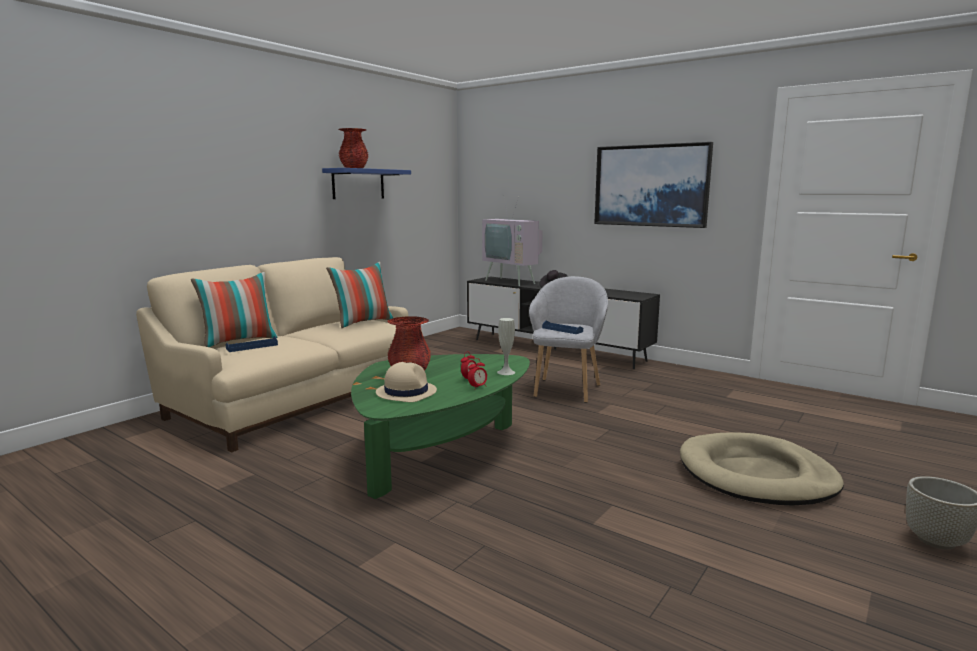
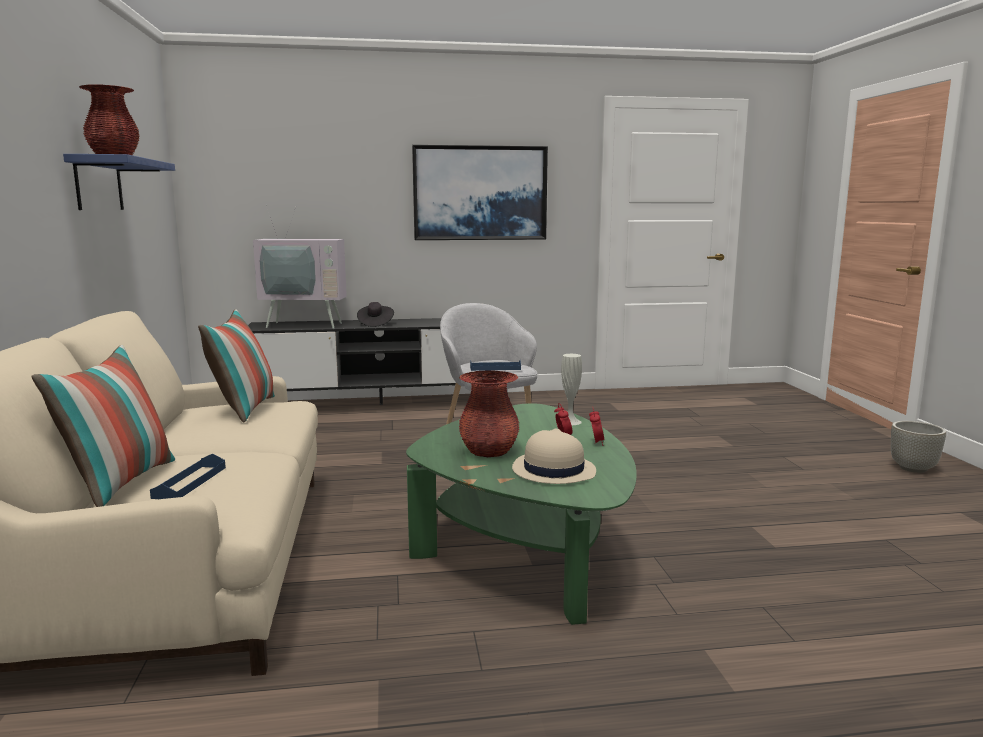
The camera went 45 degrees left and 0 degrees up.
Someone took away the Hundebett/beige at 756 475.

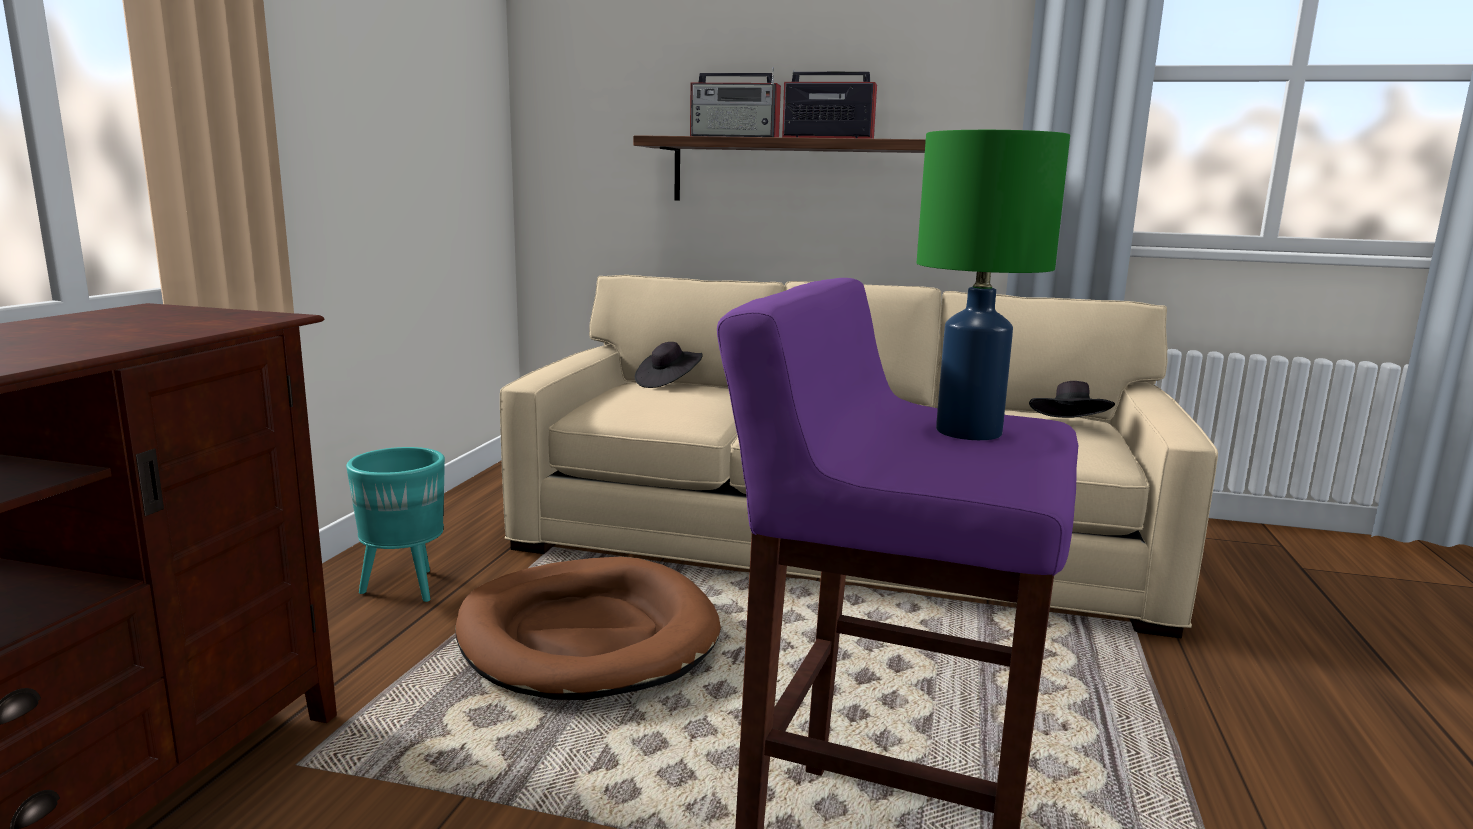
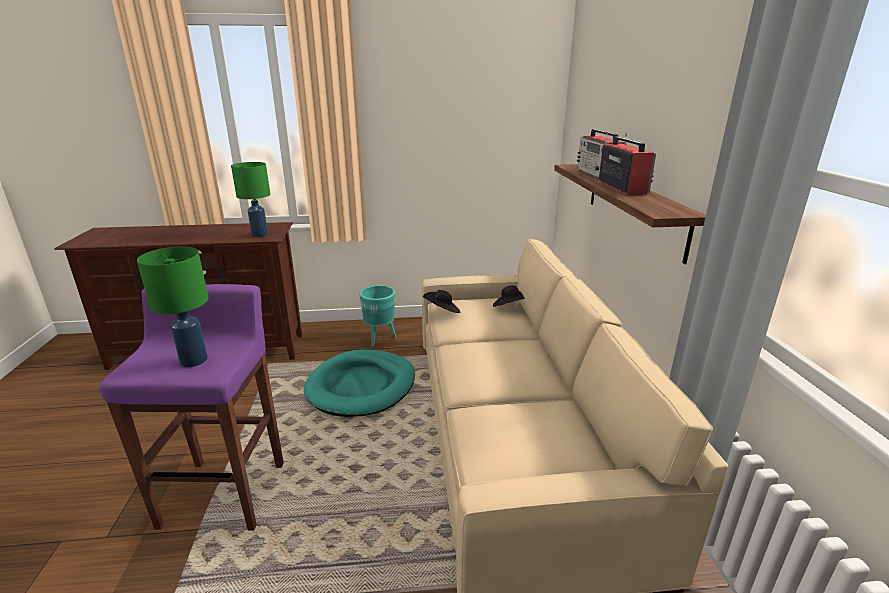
The camera went 70 degrees right and 10 degrees up.
Someone put down the Tischlampe/grün at 260 235.
Someone repainted the Hundebett/braun at 587 636, which became the Hundebett/türkis at 362 386.
Someone carried the Hut/schwarz from 1069 426 to 442 311.

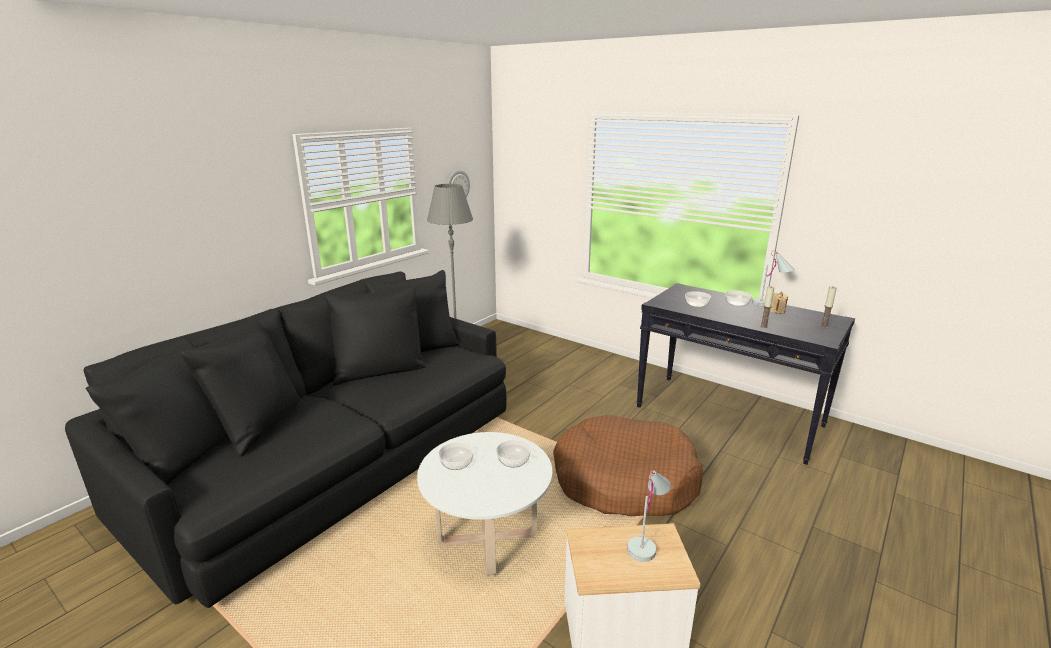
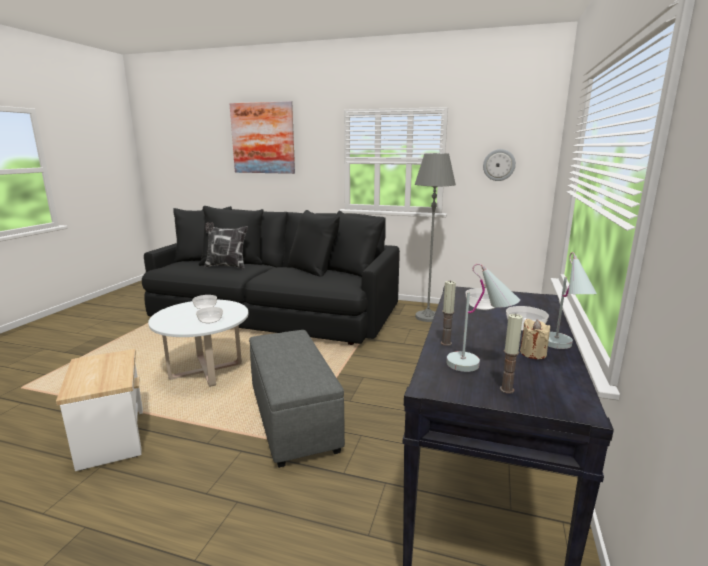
The camera went 70 degrees right and 5 degrees down.
Someone put down the Kissen at 226 266.
Someone put up the Bild at 263 138.
Someone swapped the Hundebett/braun at 624 480 for the Polsterhocker/grau at 294 418.
Someone carried the Tischlampe/weiß from 647 542 to 478 365.

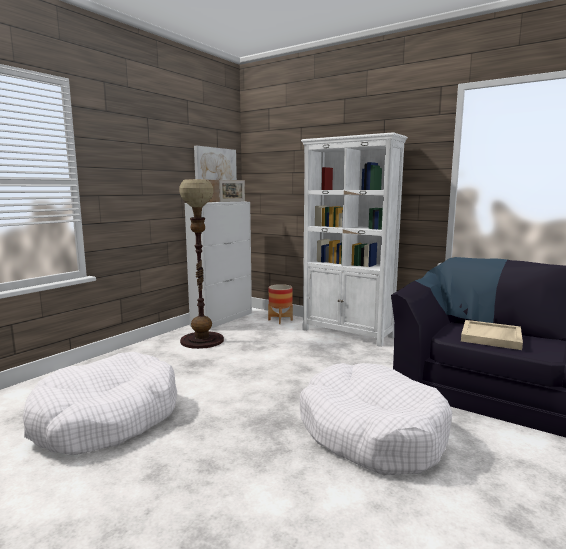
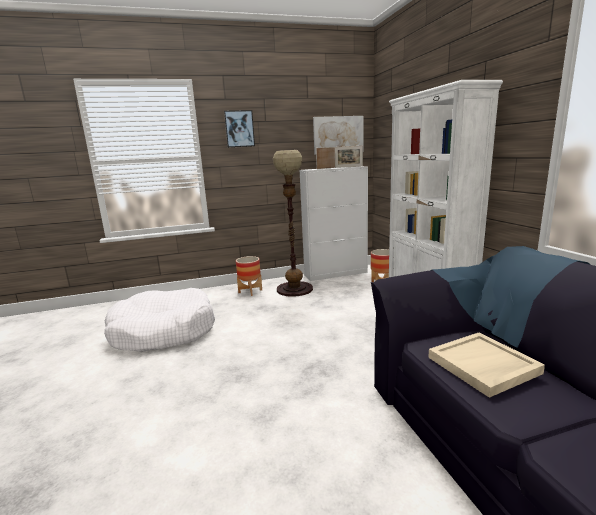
The camera went 40 degrees right and 5 degrees up.
Someone put up the Bild at 239 129.
Someone put down the Pflanzkübel at 250 291.
Someone took away the Hundebett/weiß at 371 432.

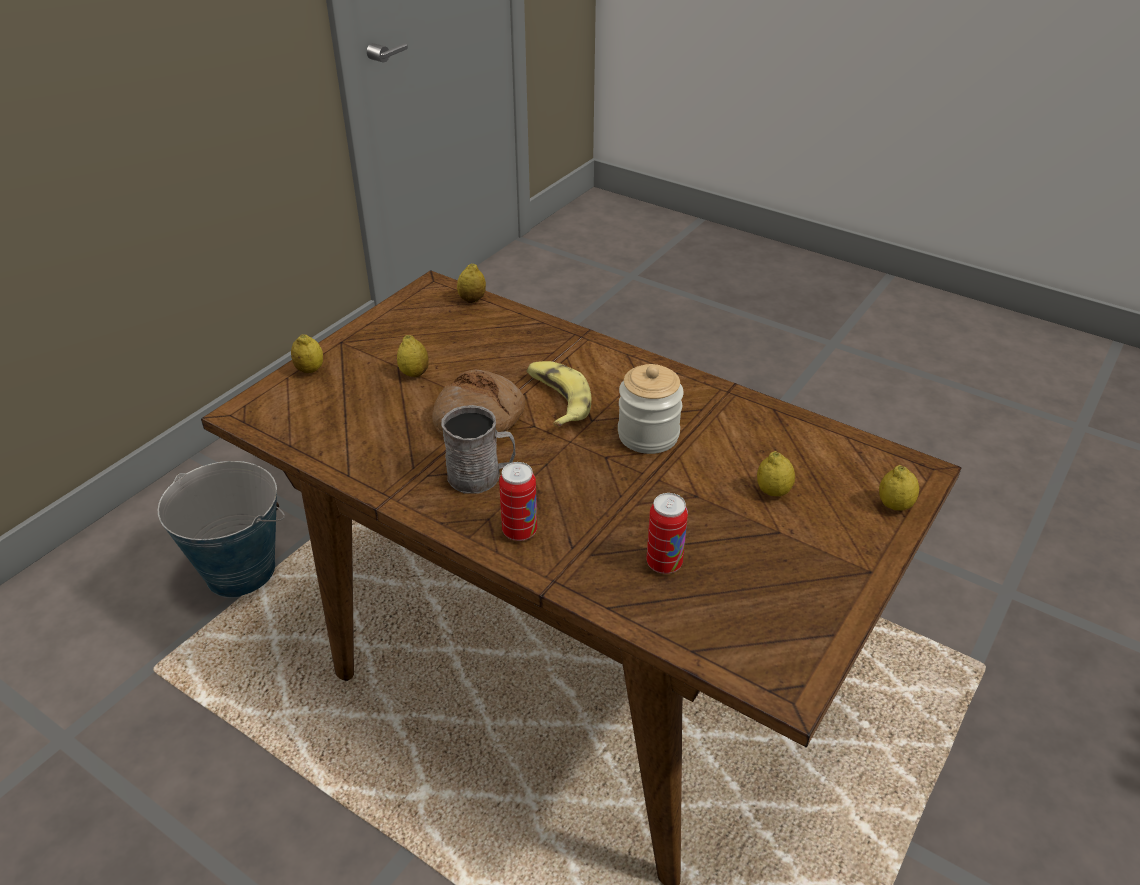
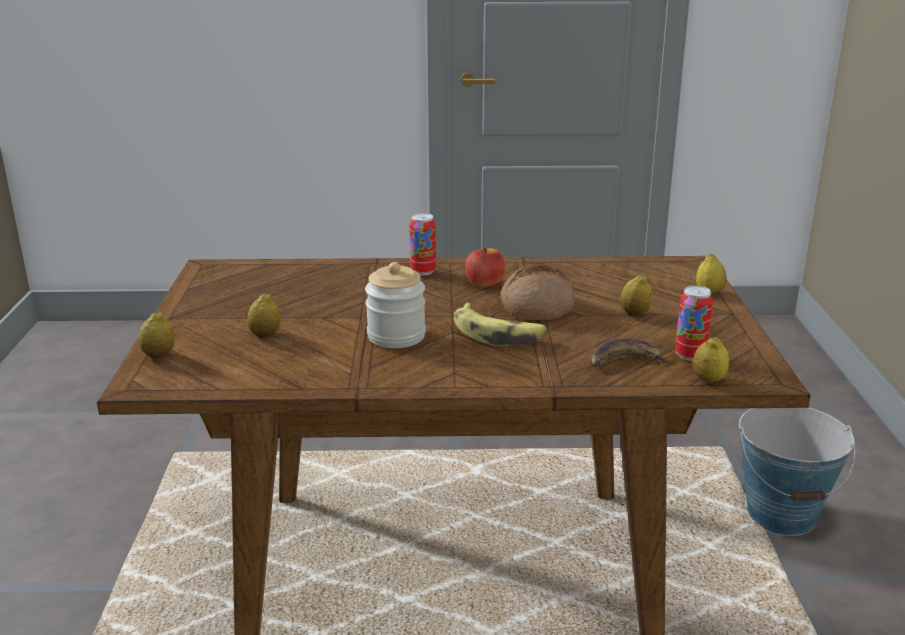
The camera went 145 degrees right and 15 degrees down.
Someone swapped the Henkelbecher/grau at 481 476 for the Apfel at 484 283.
Someone put down the Banane at 625 361.
Someone carried the Dose from 664 563 to 690 355.

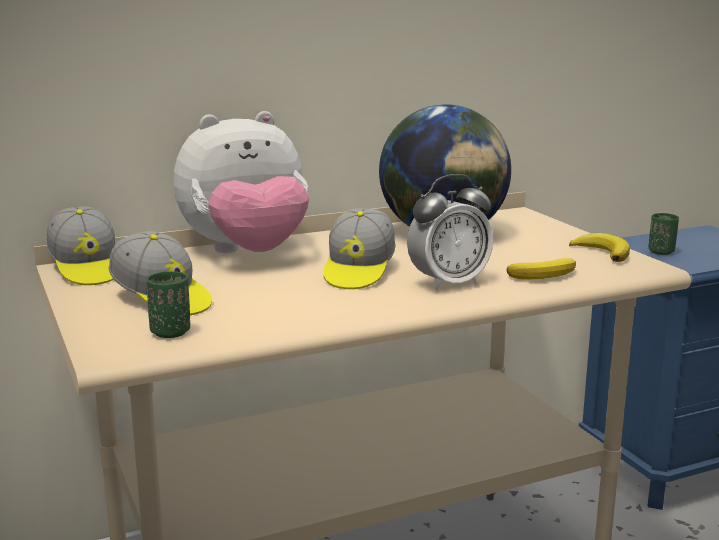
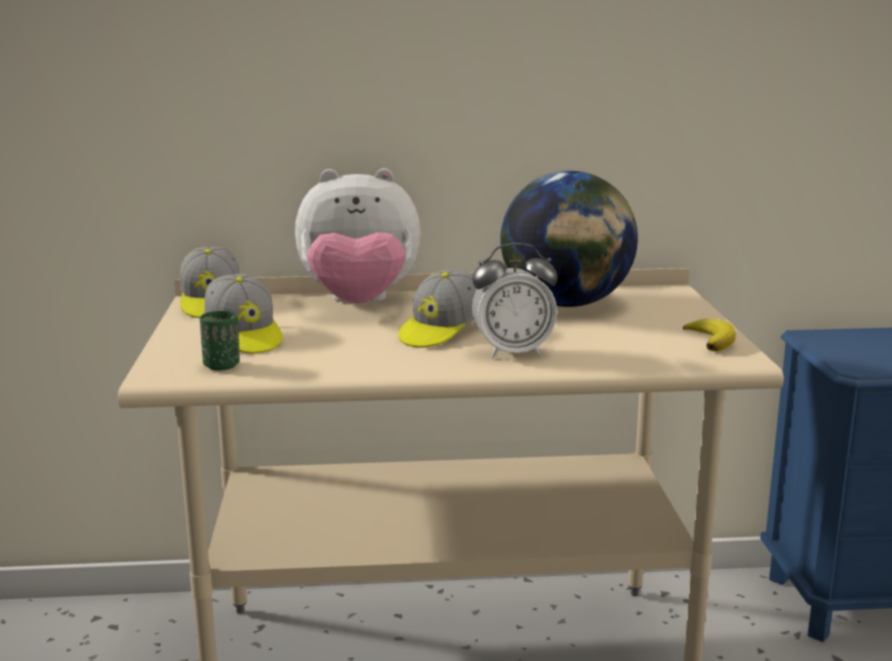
The camera went 20 degrees right and 0 degrees up.
Someone took away the Banane at 545 274.
Someone took away the Tasse/grün at 661 252.

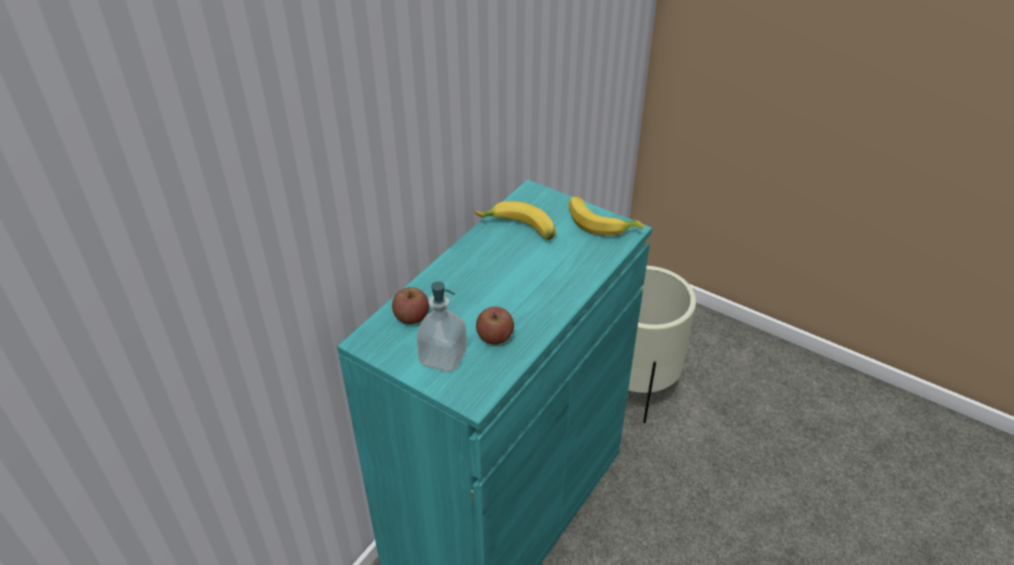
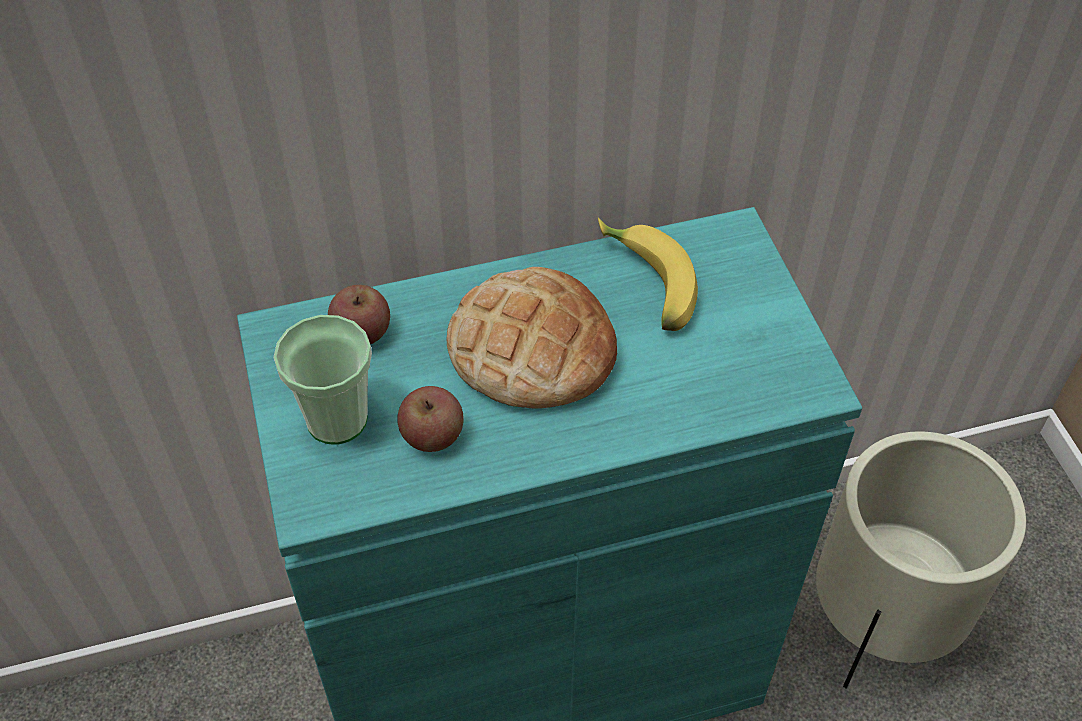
The camera went 40 degrees right and 10 degrees up.
Someone swapped the Seifenspender at 443 357 for the Tasse at 337 419.
Someone put down the Brot at 532 348.
Someone took away the Banane at 601 223.

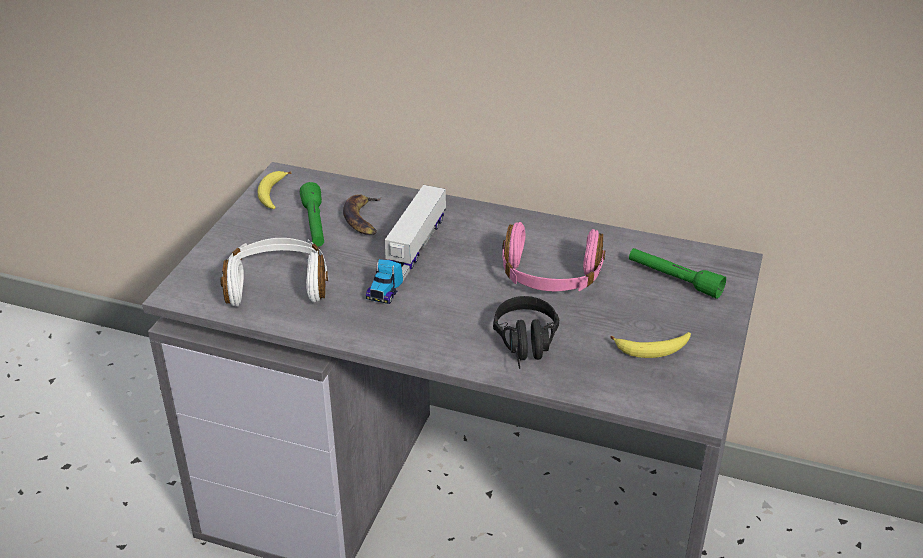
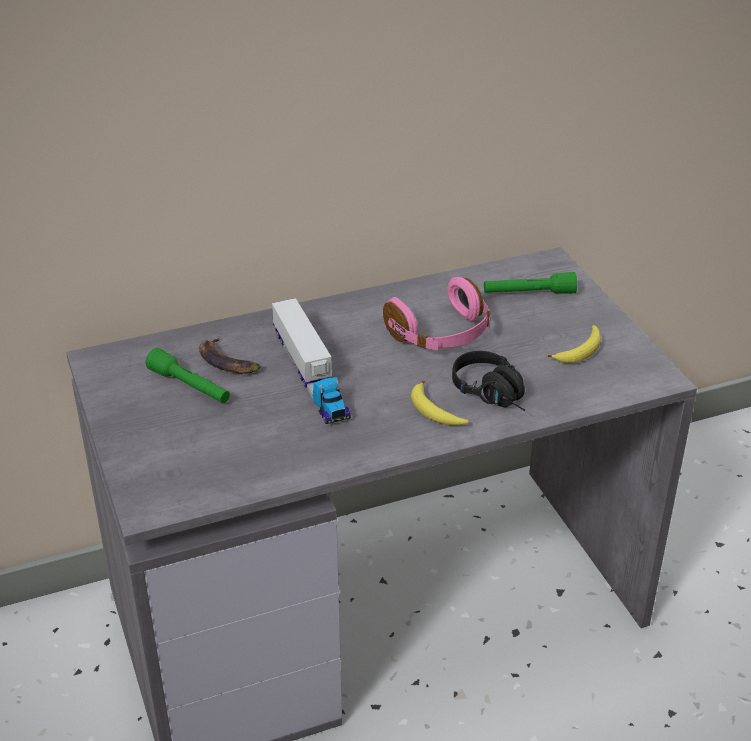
The camera went 40 degrees left and 0 degrees up.
Someone carried the Banane from 272 195 to 435 412.
Someone took away the Kopfhörer/weiß at 277 285.

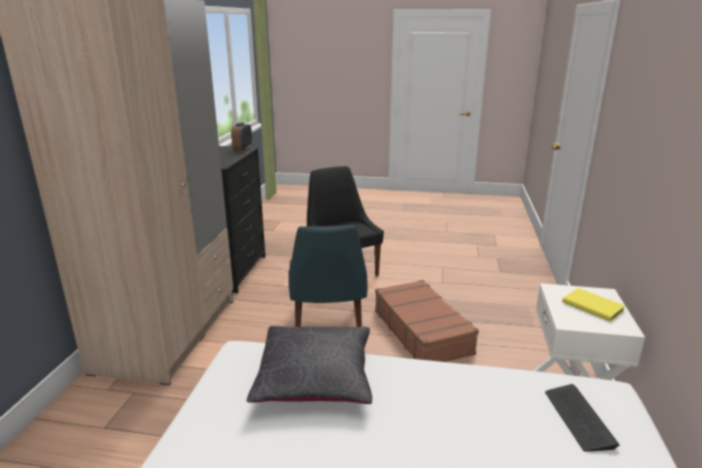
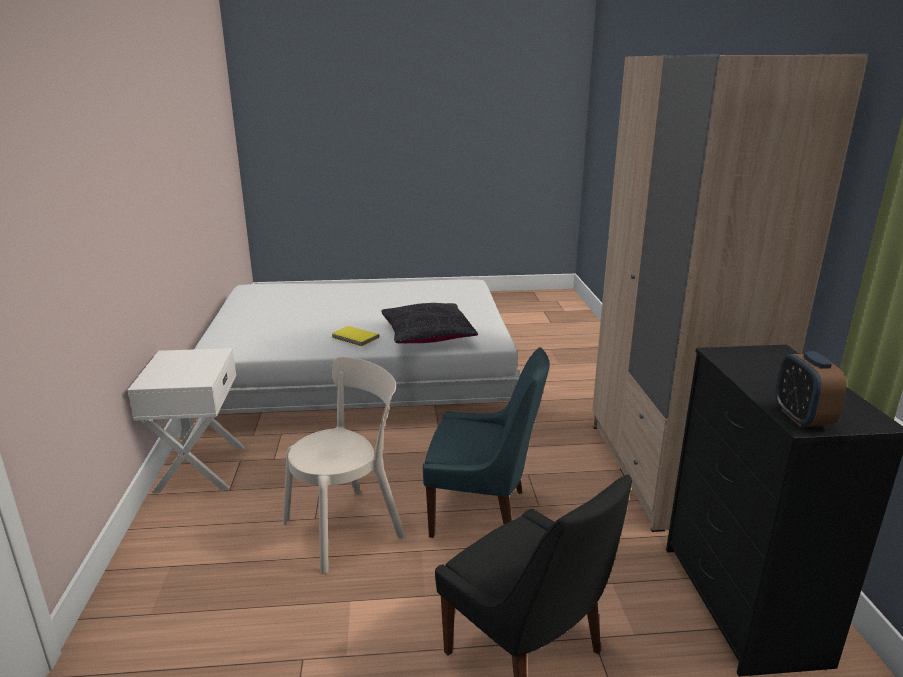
The camera went 165 degrees right and 0 degrees up.
Someone swapped the Koffer/braun at 422 331 for the Stuhl/beige at 348 527.
Someone carried the Buch/gelb from 592 305 to 355 338.
Someone rotated the Stuhl/blau at 328 326 by 120 degrees clockwise.
Someone took away the Tastatur at 578 418.

